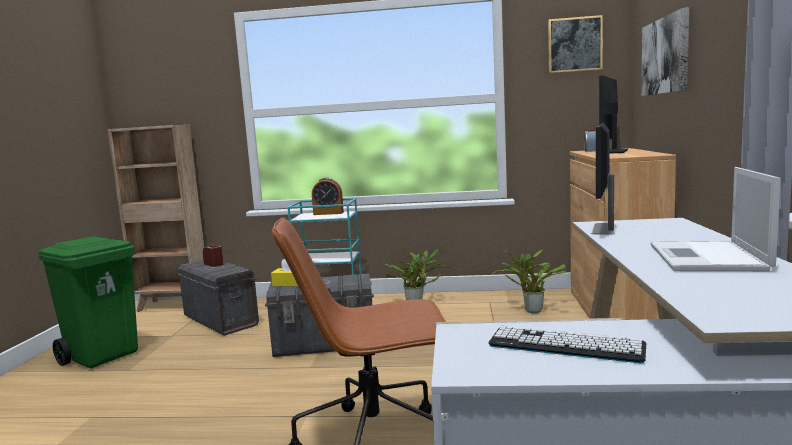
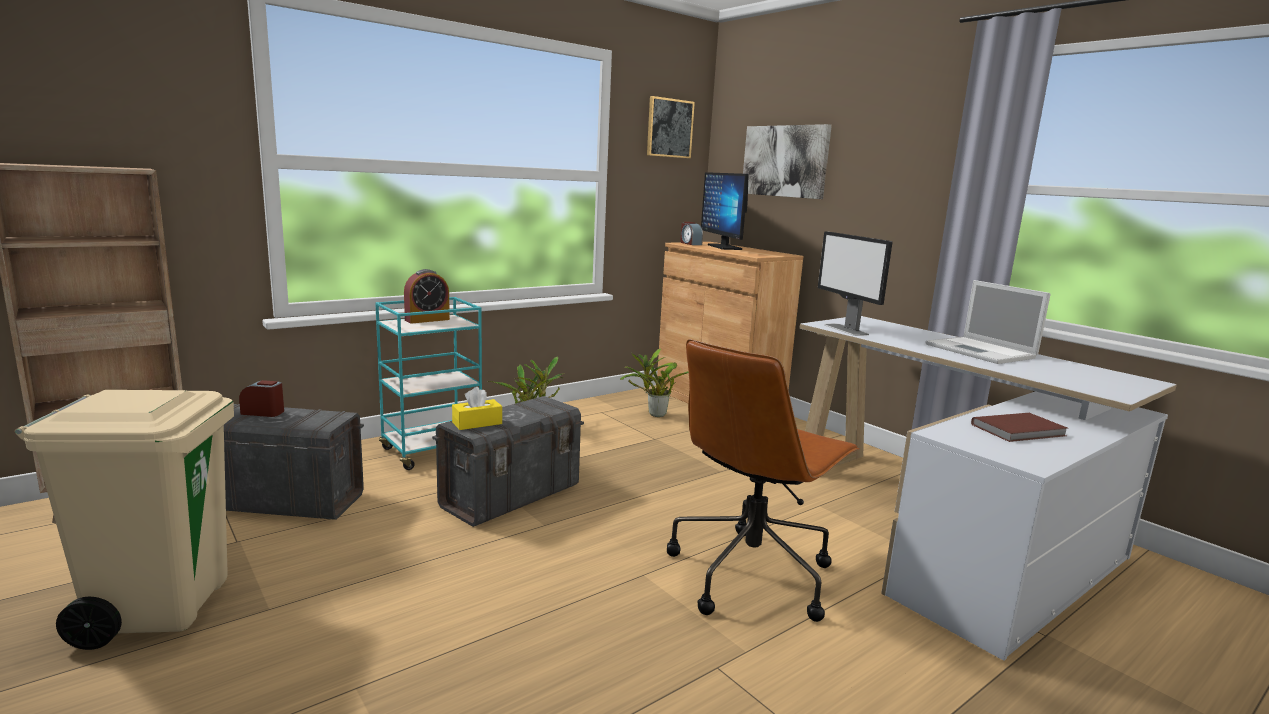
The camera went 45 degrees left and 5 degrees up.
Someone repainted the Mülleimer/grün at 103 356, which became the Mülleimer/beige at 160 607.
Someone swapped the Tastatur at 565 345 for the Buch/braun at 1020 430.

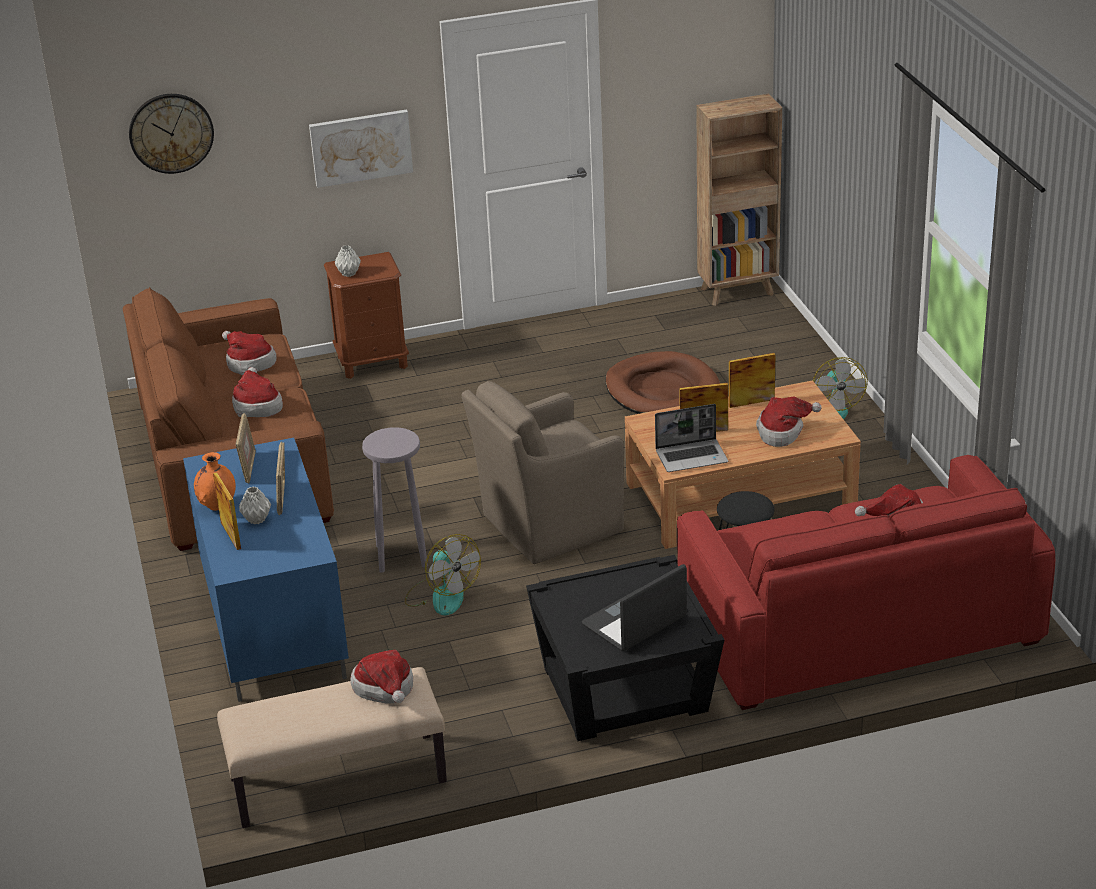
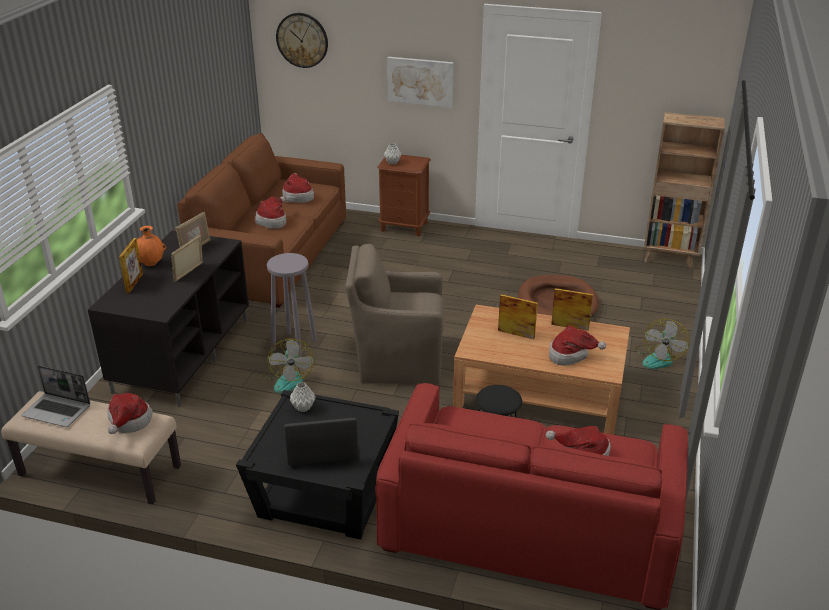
The camera went 30 degrees right and 0 degrees up.
Someone carried the Laptop from 692 457 to 58 411.
Someone repainted the Fernsehschrank/blau at 271 623, which became the Fernsehschrank/schwarz at 182 354.
Someone carried the Vase/grau from 256 520 to 303 408.

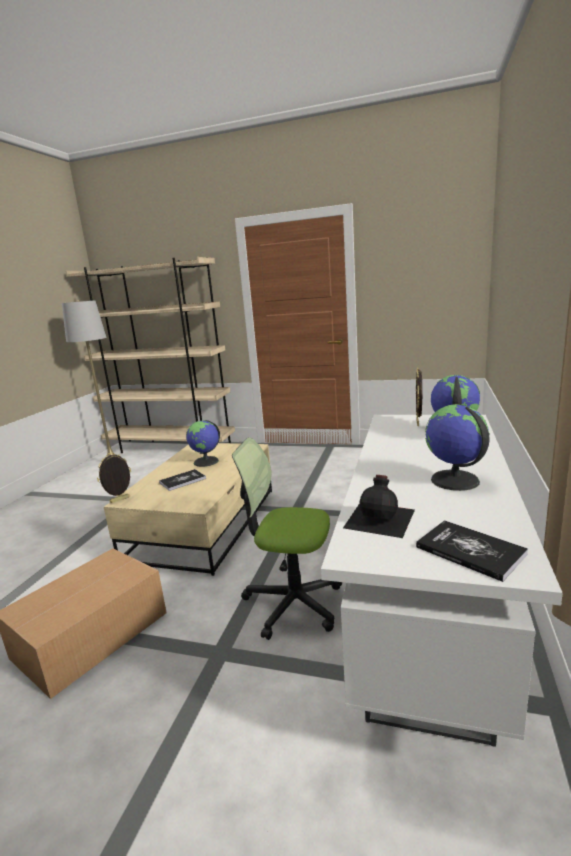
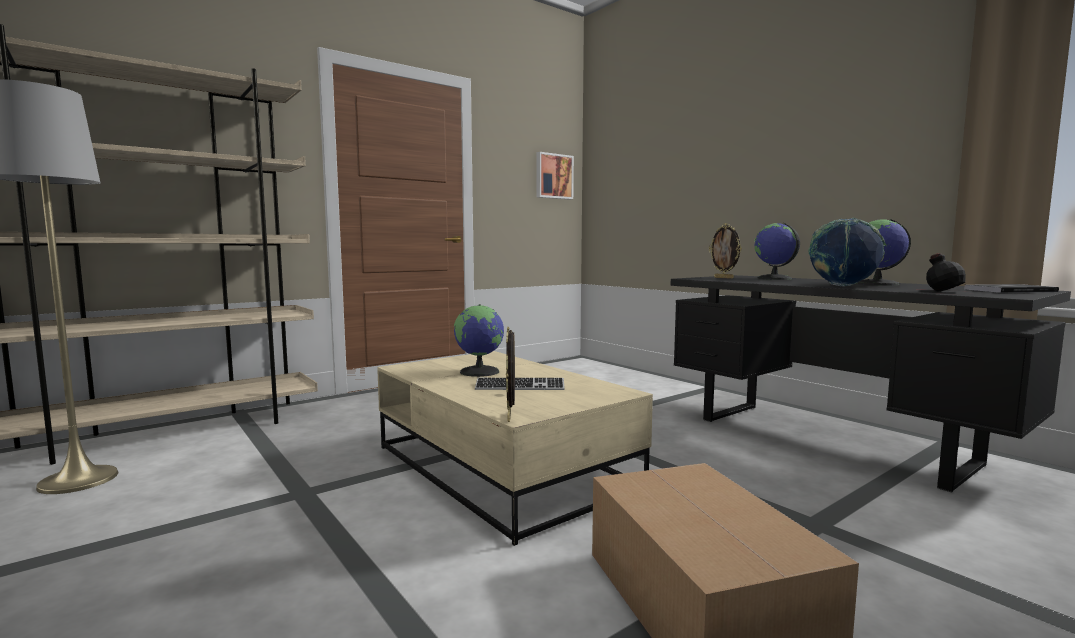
The camera went 55 degrees left and 10 degrees down.
Someone swapped the Buch at 182 481 for the Tastatur at 520 386.
Someone put up the Bild at 553 176.
Someone repainted the Schreibtisch/weiß at 428 621, which became the Schreibtisch/schwarz at 830 440.
Someone put down the Globus at 842 286.
Someone took away the Bürostuhl at 293 602.

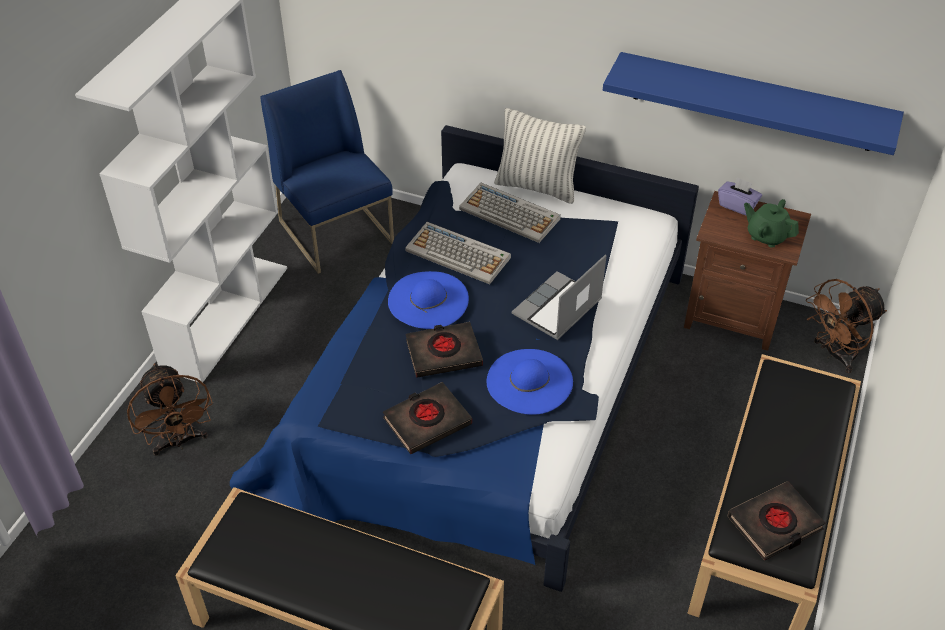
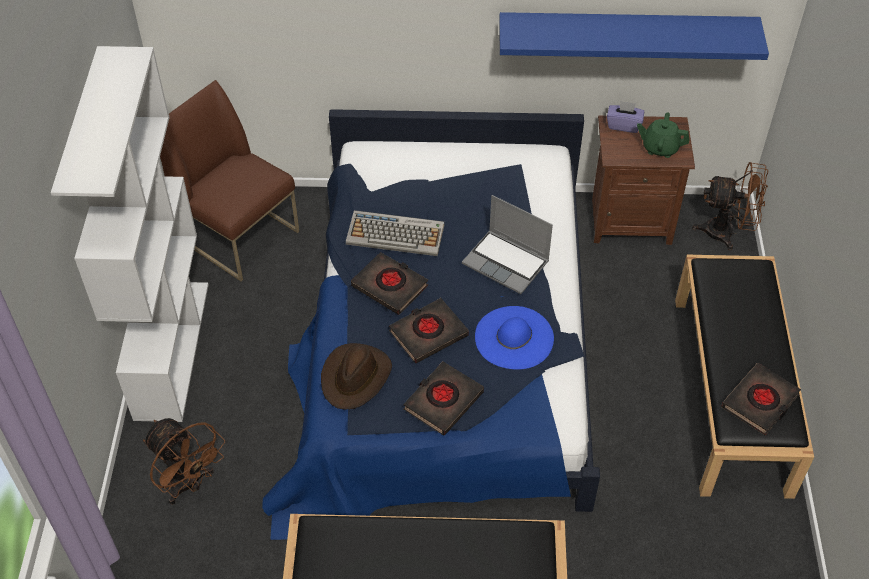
The camera went 20 degrees left and 5 degrees up.
Someone repainted the Stuhl/blau at 337 232, which became the Stuhl/braun at 239 234.
Someone put down the Hut/braun at 356 377.
Someone swapped the Hut/blau at 428 300 for the Buch/schwarz at 390 286.
Someone rotated the Laptop at 557 309 by 75 degrees counterclockwise.
Someone rotated the Ventilator/braun at 835 355 by 120 degrees counterclockwise.
Someone took away the Tastatur at 510 214.
Someone took away the Kissen at 537 187.

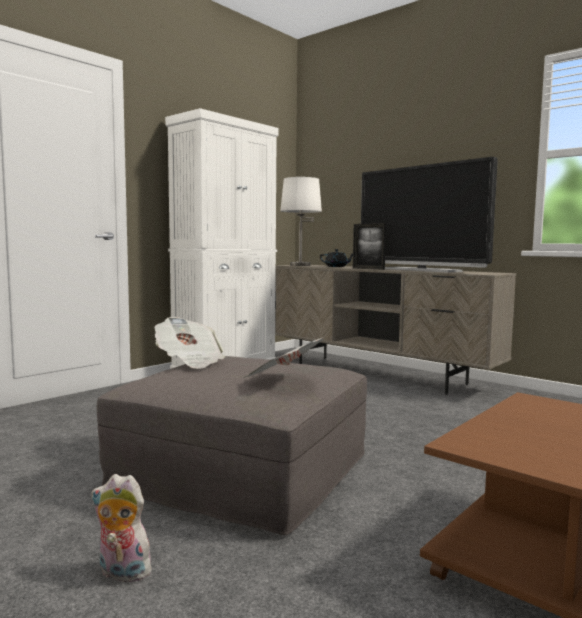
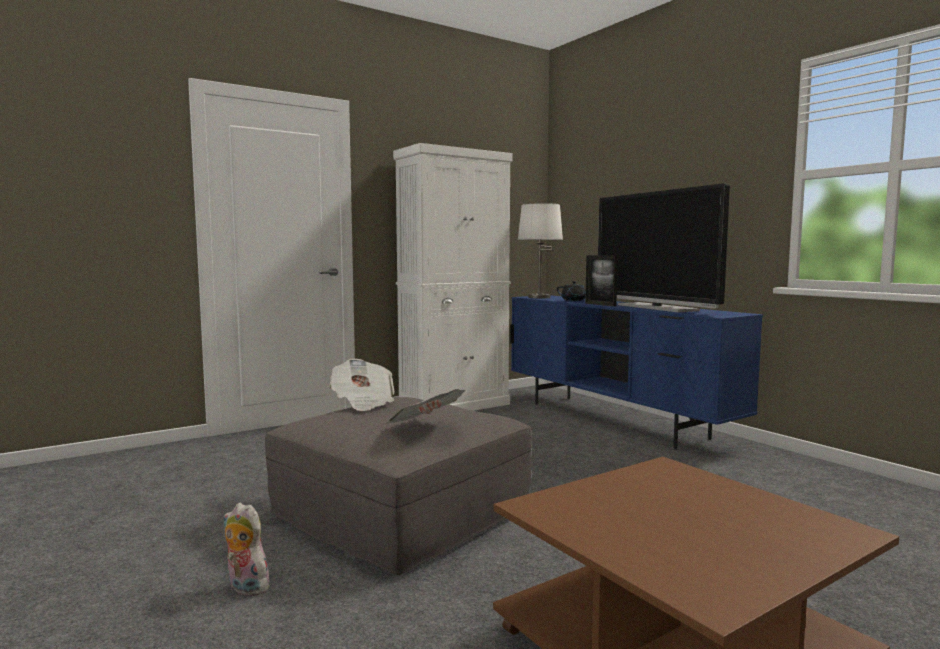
The camera went 15 degrees right and 0 degrees up.
Someone repainted the Fernsehschrank/beige at 378 374, which became the Fernsehschrank/blau at 615 420.

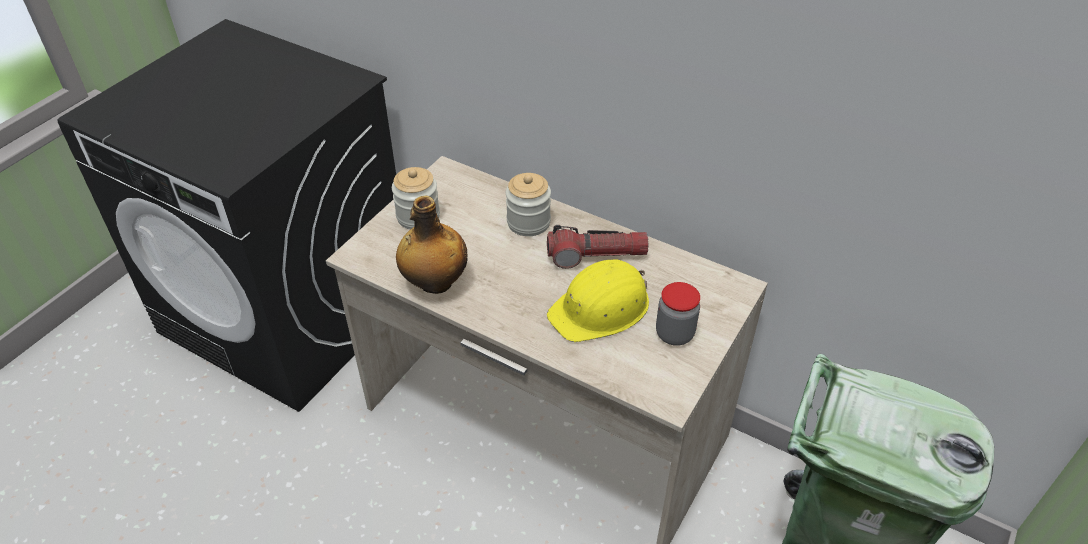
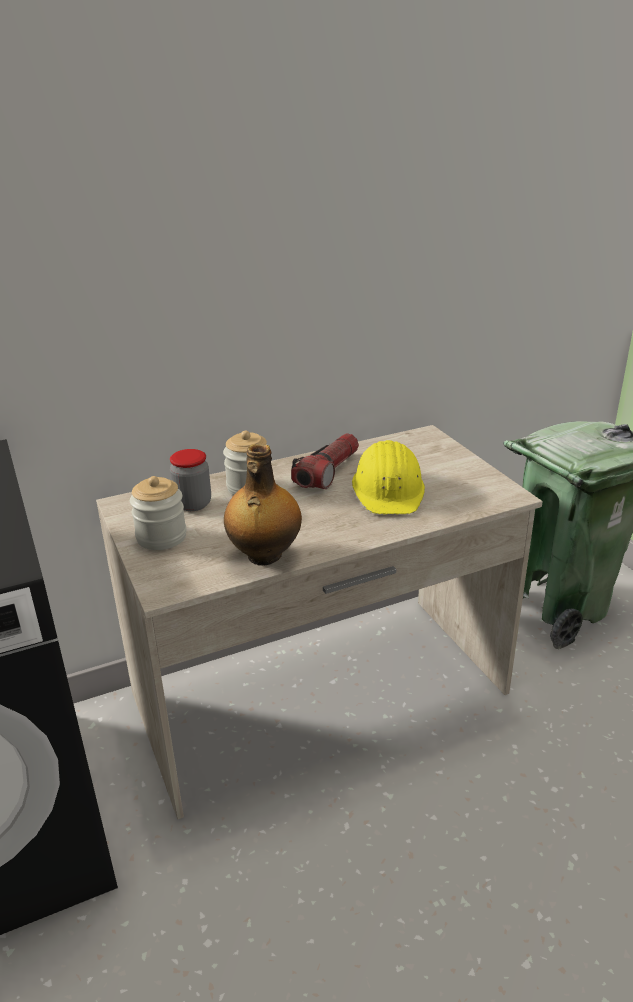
The camera went 55 degrees left and 15 degrees down.
Someone carried the Vorratsglas from 674 334 to 193 504.

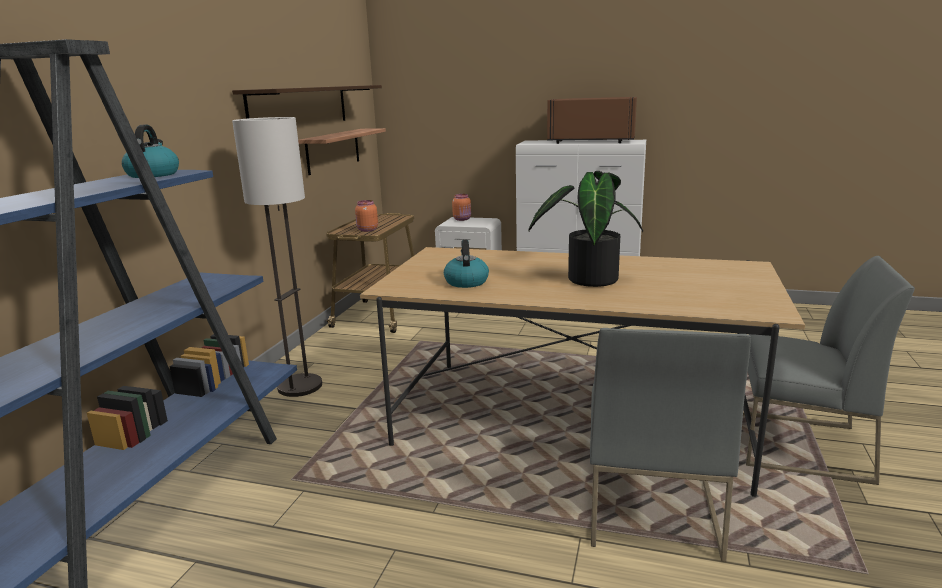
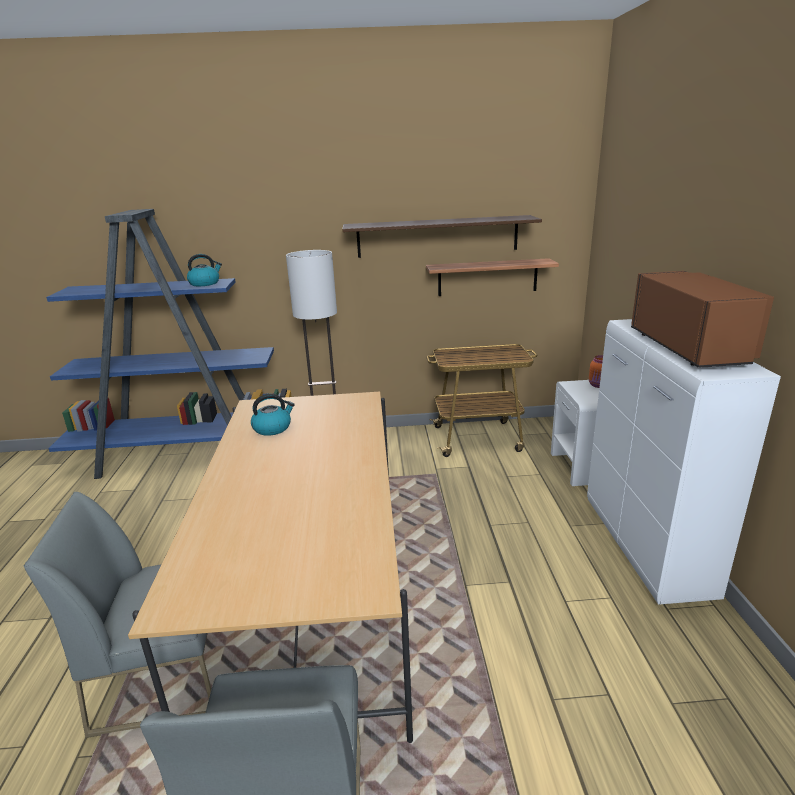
The camera went 70 degrees right and 5 degrees up.
Someone took away the Vorratsglas/orange at 367 230.
Someone took away the Topfpflanze at 587 278.

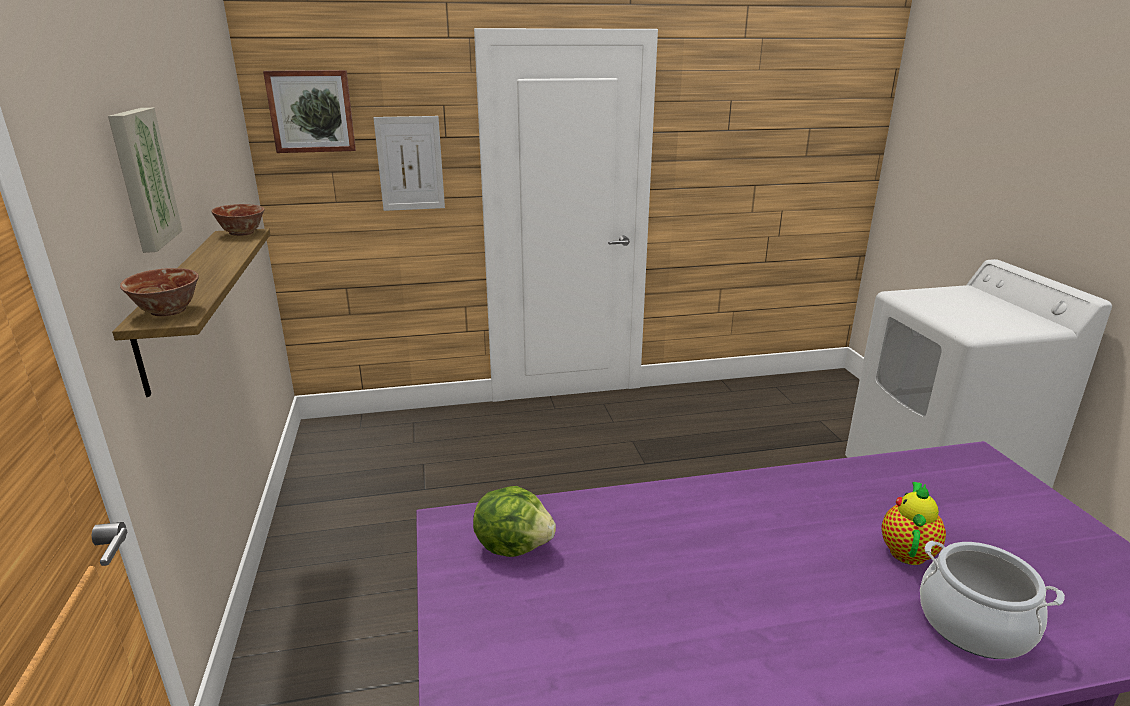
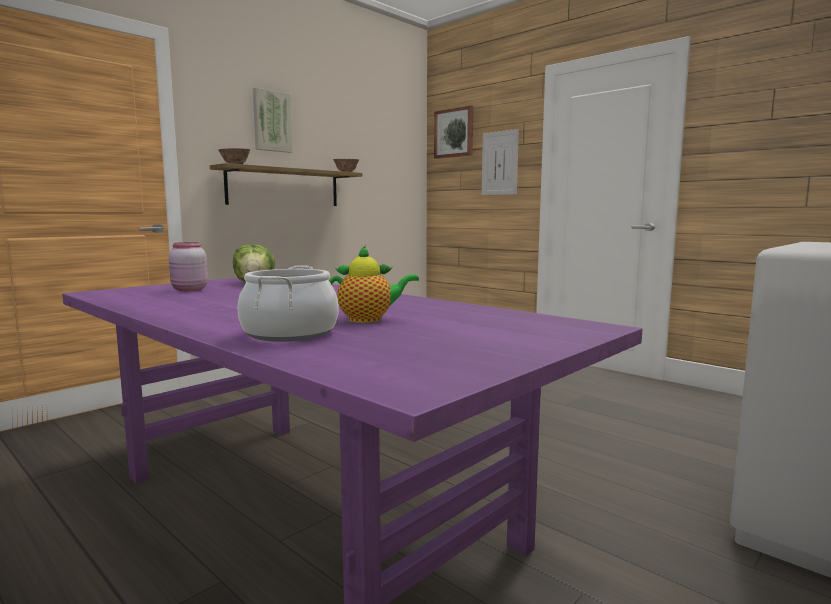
The camera went 55 degrees right and 15 degrees down.
Someone put down the Vorratsglas/rosa at 189 290.

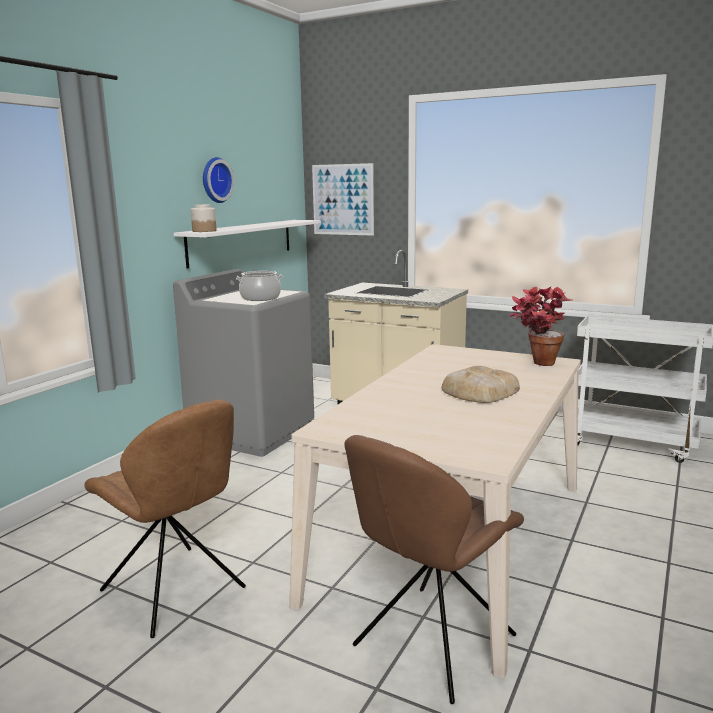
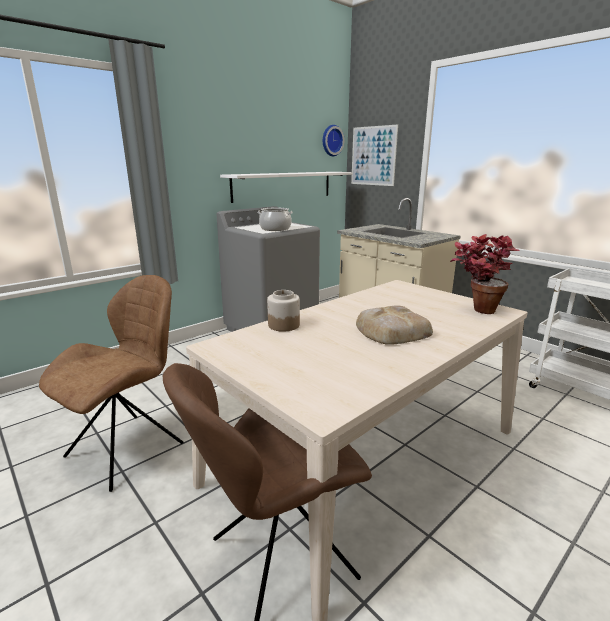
The camera went 20 degrees right and 5 degrees up.
Someone rotated the Stuhl/braun at 175 592 by 120 degrees counterclockwise.
Someone carried the Vorratsglas from 204 231 to 283 325.
Someone carried the Wanduhr from 215 180 to 331 140.

